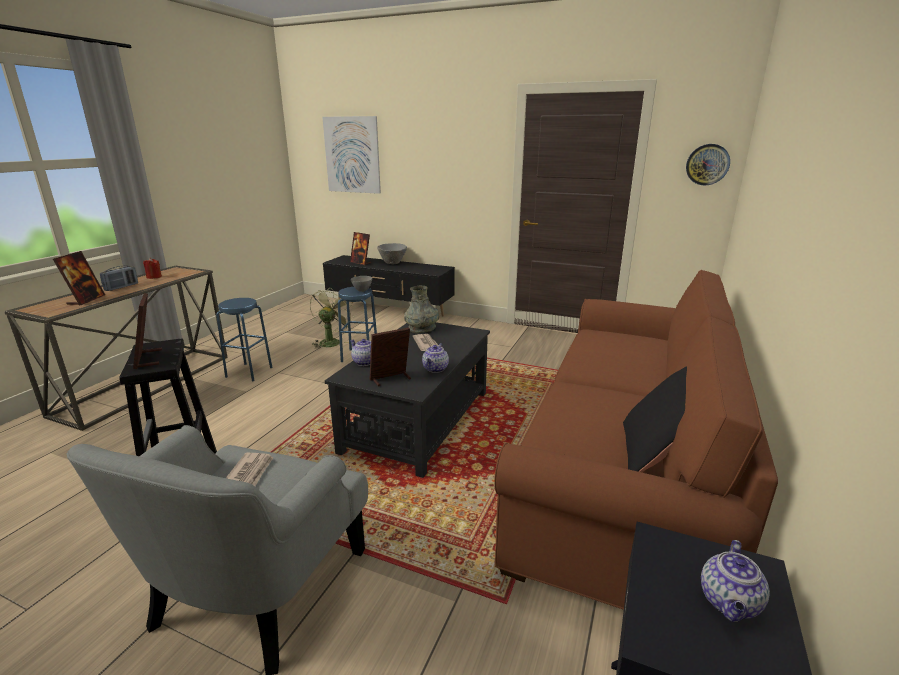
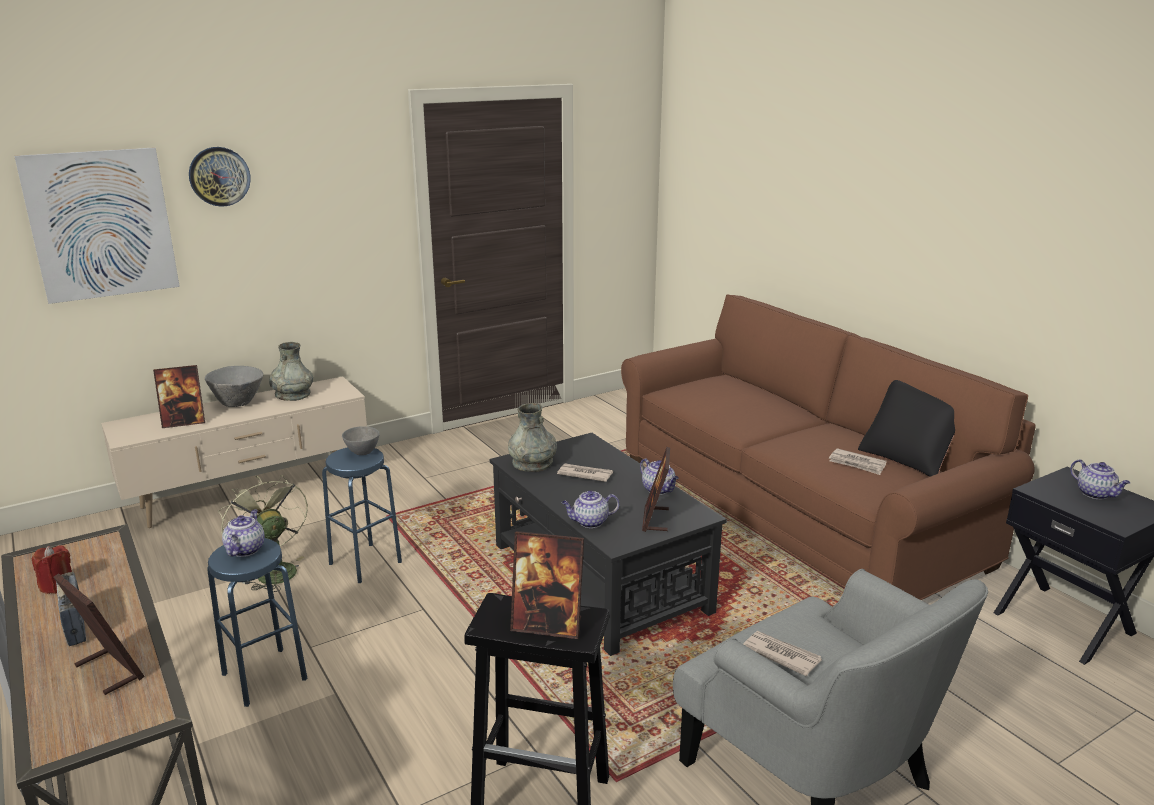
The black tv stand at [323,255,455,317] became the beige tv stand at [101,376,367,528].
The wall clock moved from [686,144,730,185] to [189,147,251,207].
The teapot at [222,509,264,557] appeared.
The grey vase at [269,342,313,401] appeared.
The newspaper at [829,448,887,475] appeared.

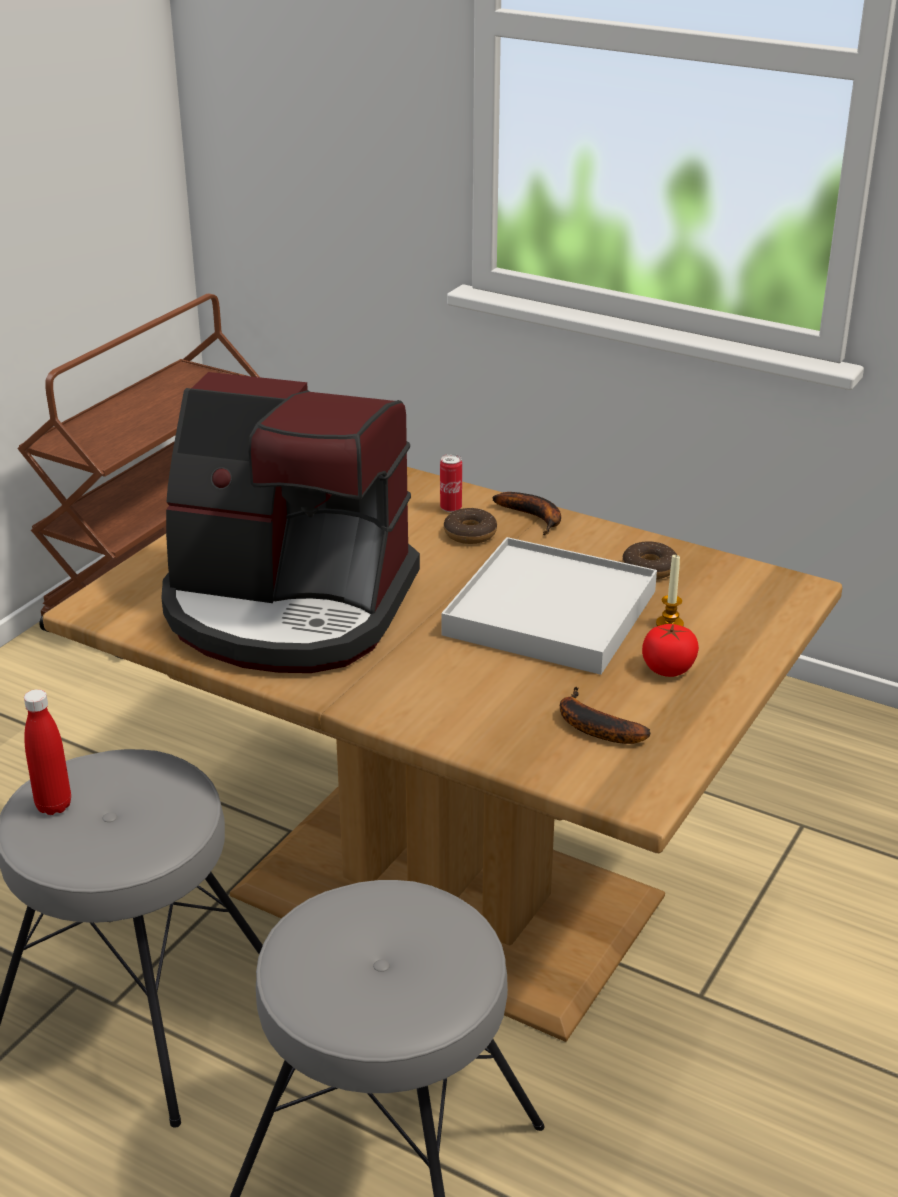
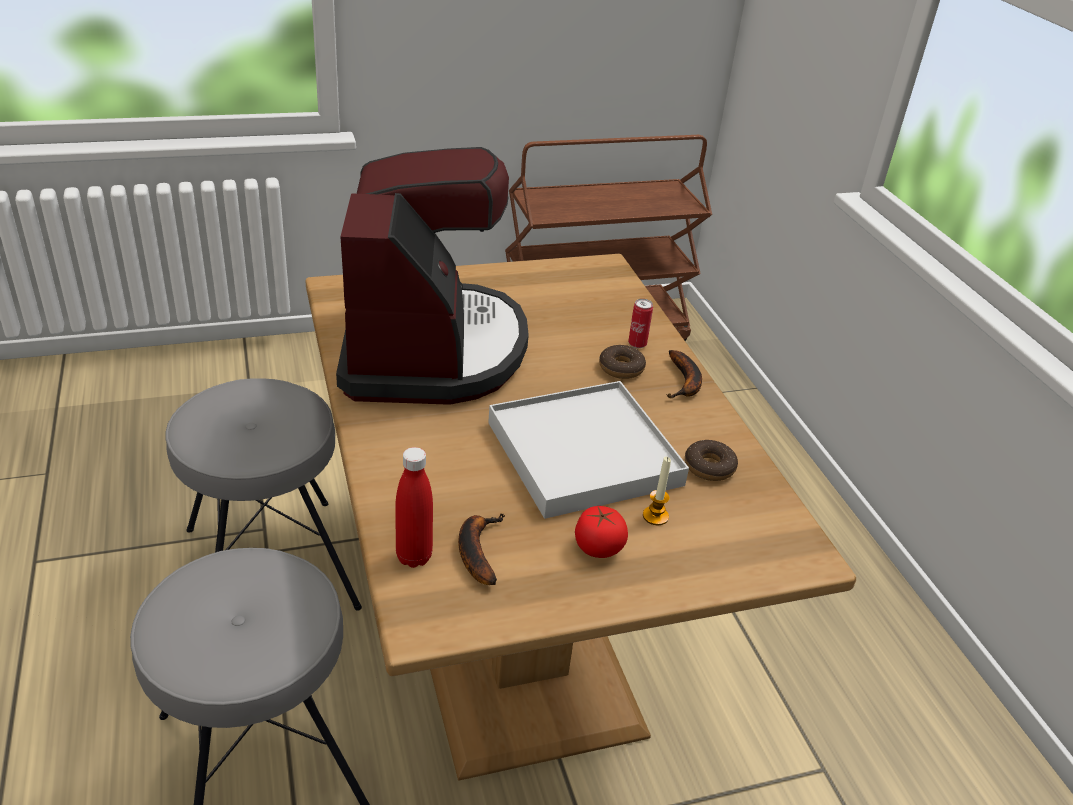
The red bottle moved from [24,689,71,815] to [396,447,433,568].
The coffee machine at [161,372,420,673] turned 150 degrees counterclockwise.

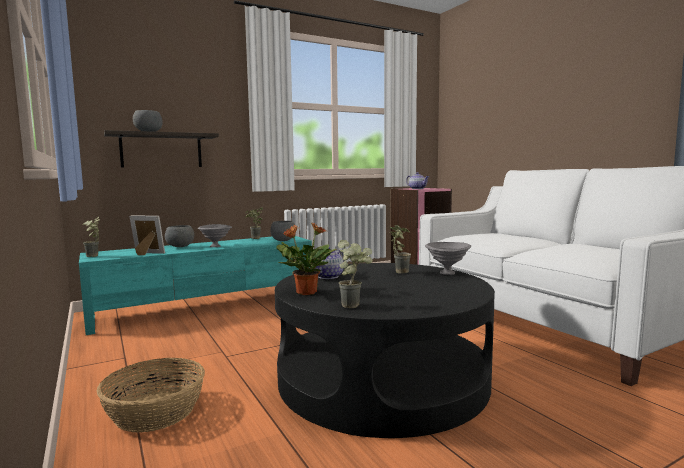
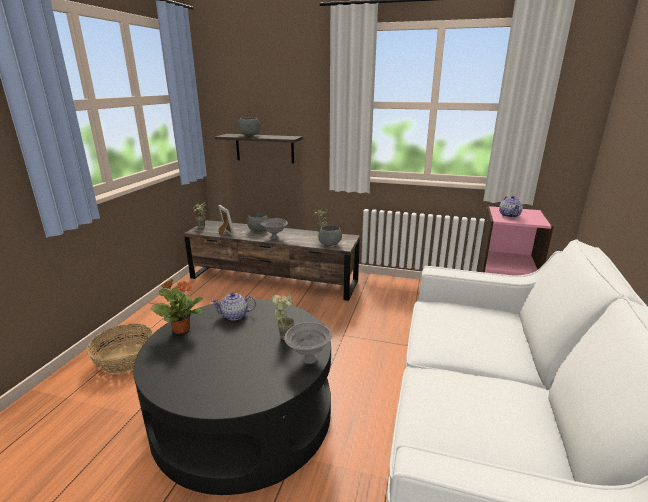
The turquoise tv stand at [79,236,312,335] became the brown tv stand at [184,220,360,301].
The potted plant at [338,240,373,308] disappeared.

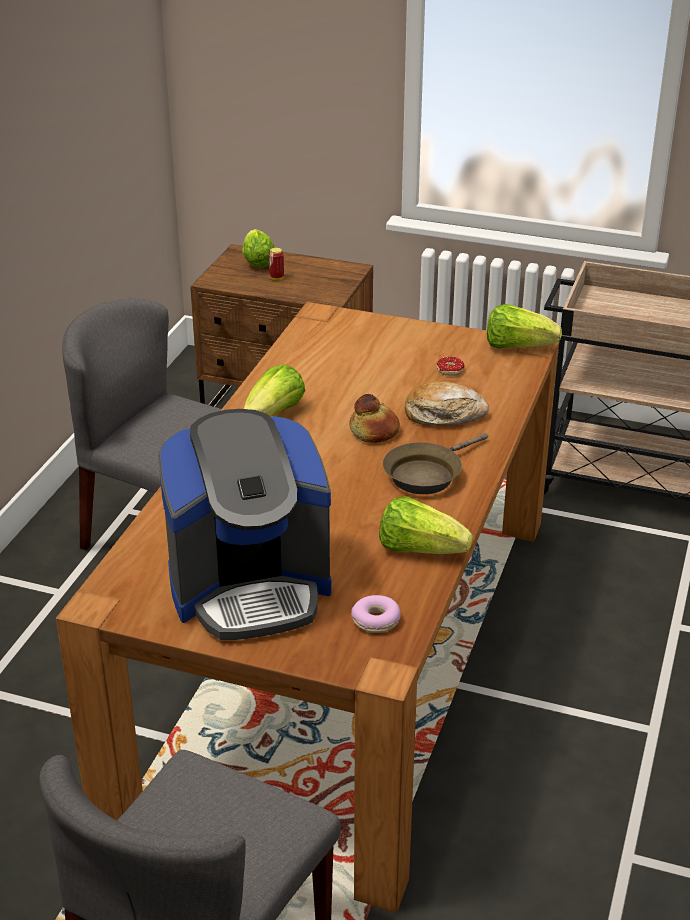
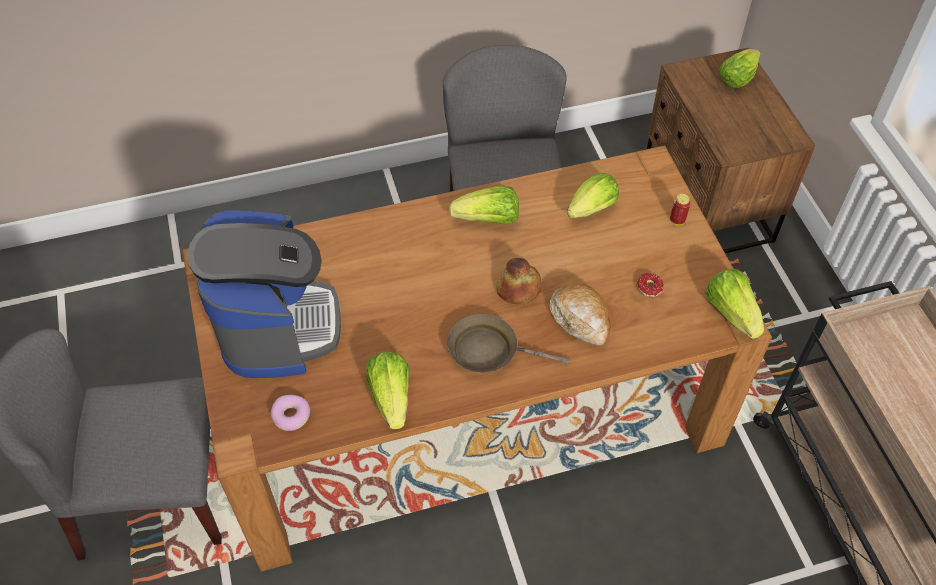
The coffee machine at [158,409,331,640] turned 135 degrees counterclockwise.
The can moved from [269,248,284,280] to [670,194,691,226].
The lettuce at [567,173,619,218] appeared.

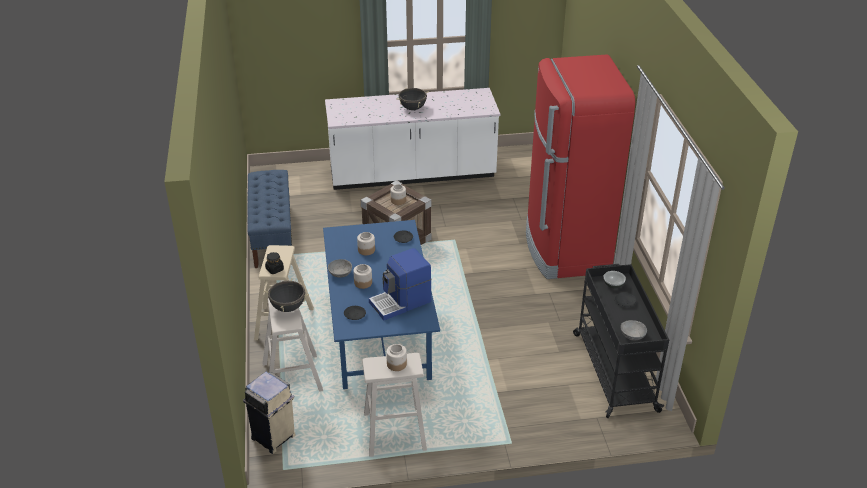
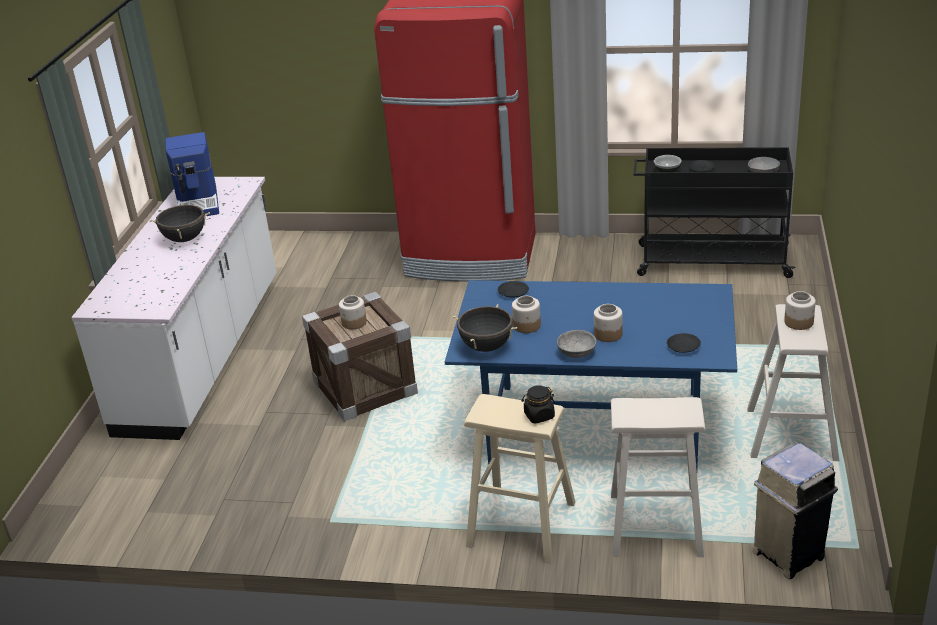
The blue bench at [247,170,292,268] disappeared.
The black cooking pot moved from [264,278,309,312] to [453,304,517,352].
The coffee machine moved from [369,248,431,320] to [165,132,219,216].

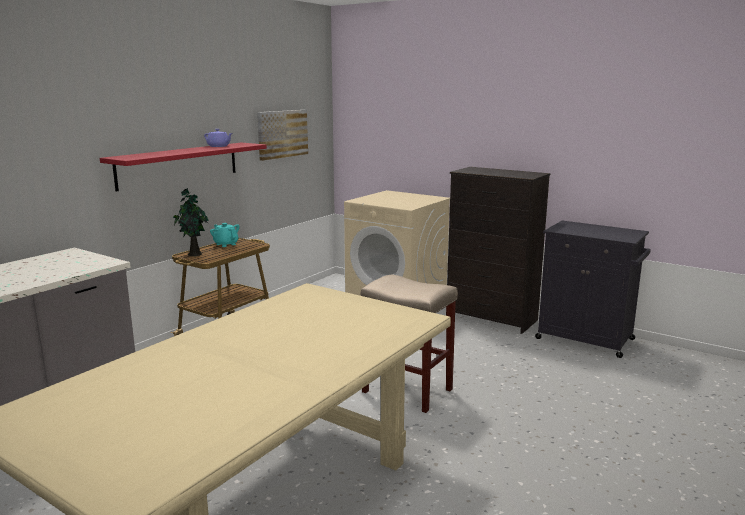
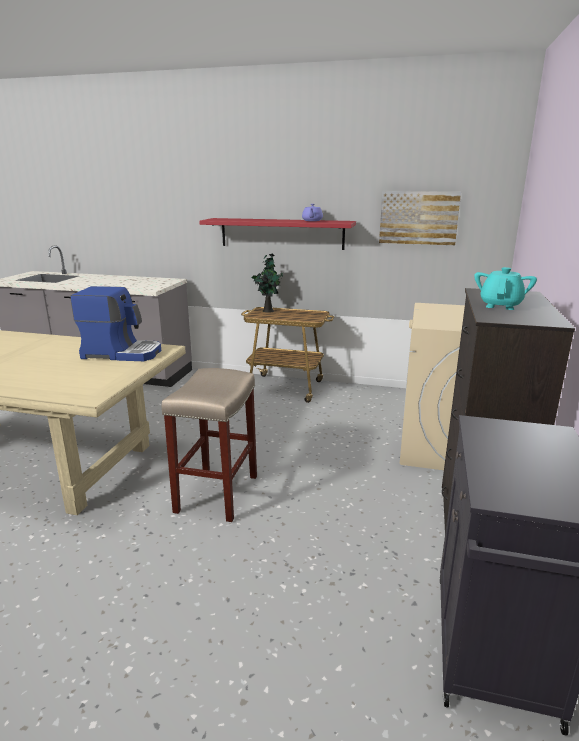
The turquoise teapot moved from [210,223,239,247] to [474,267,537,310].
The coffee machine at [70,286,161,361] appeared.

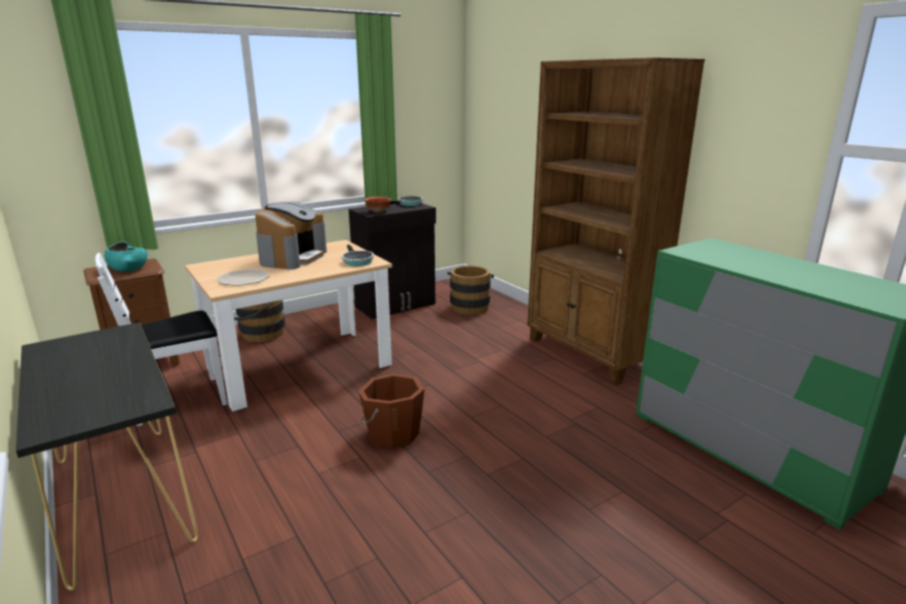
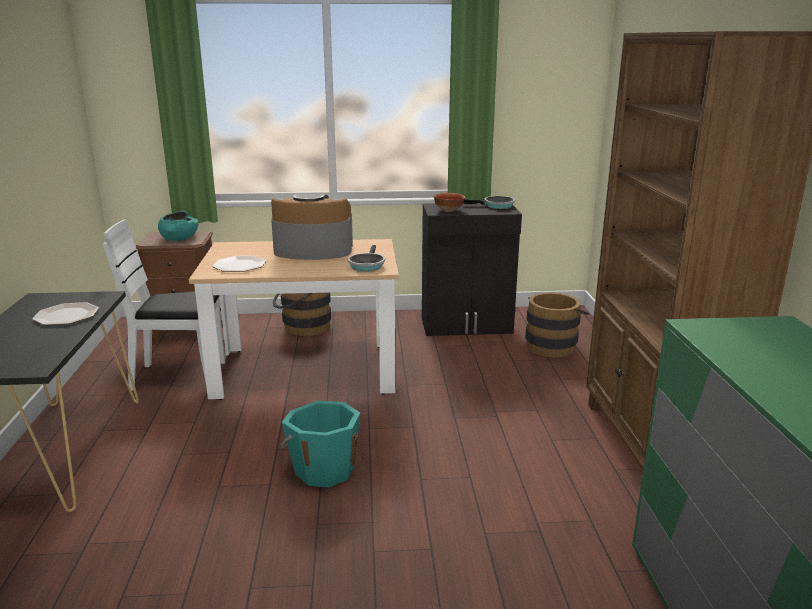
The coffee machine at [255,202,327,270] turned 135 degrees counterclockwise.
The brown bucket at [358,373,424,448] became the turquoise bucket at [280,401,360,488].
The plate at [32,302,99,325] appeared.

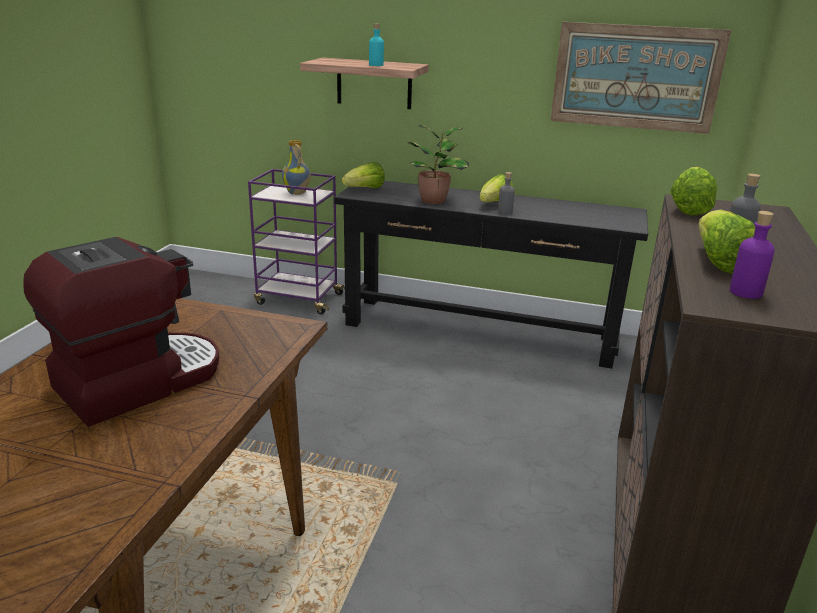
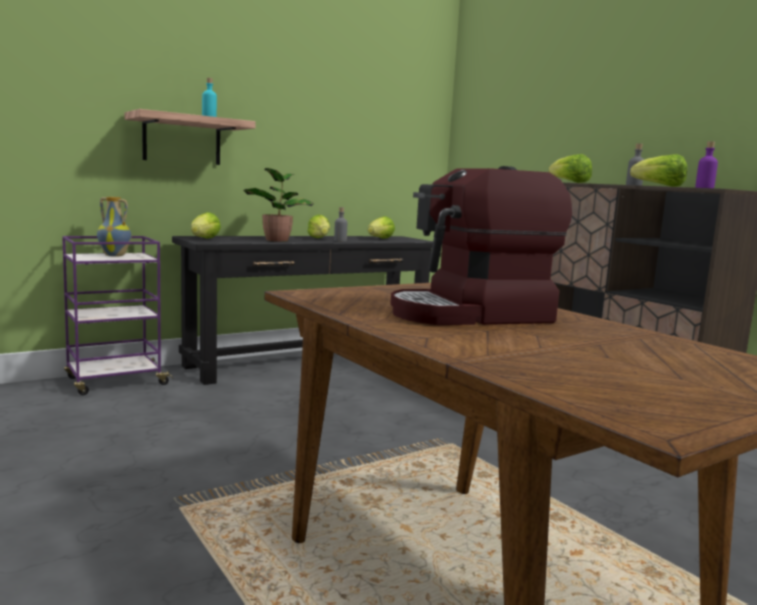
The coffee machine at [23,237,219,426] turned 105 degrees counterclockwise.
The picture at [550,22,731,134] disappeared.
The lettuce at [368,216,395,239] appeared.

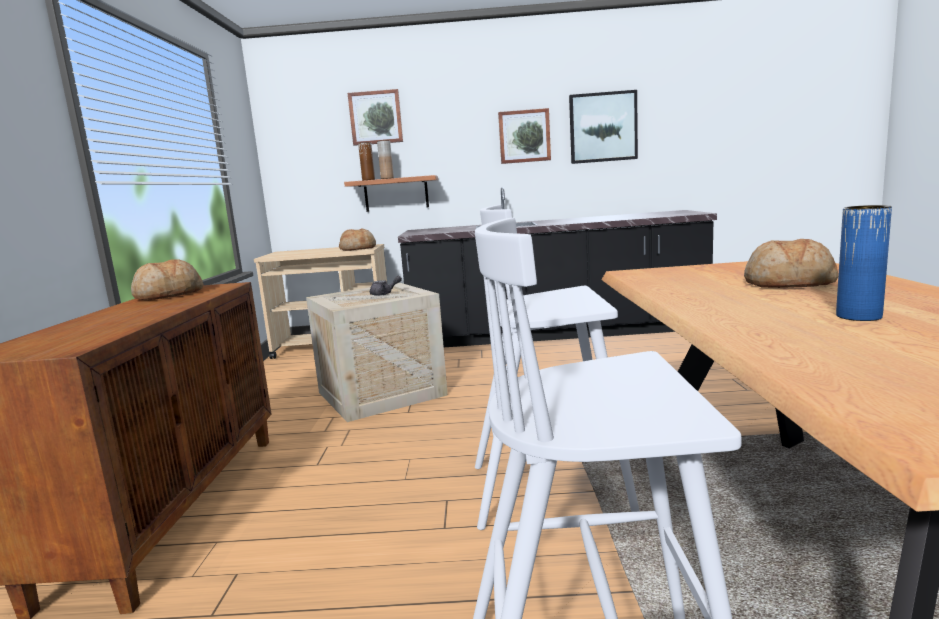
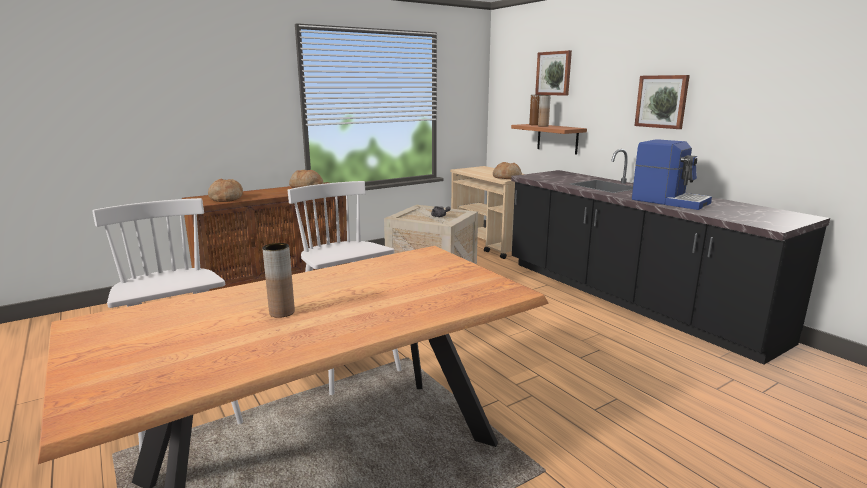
The picture at [569,90,638,164] disappeared.
The bread moved from [744,239,838,288] to [208,179,243,202].
The blue vase at [836,205,892,321] became the brown vase at [262,243,295,318].
The coffee machine at [632,139,712,210] appeared.

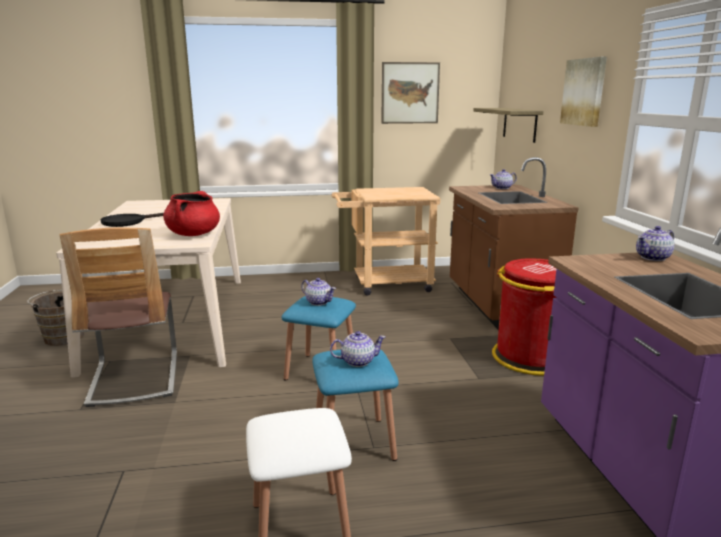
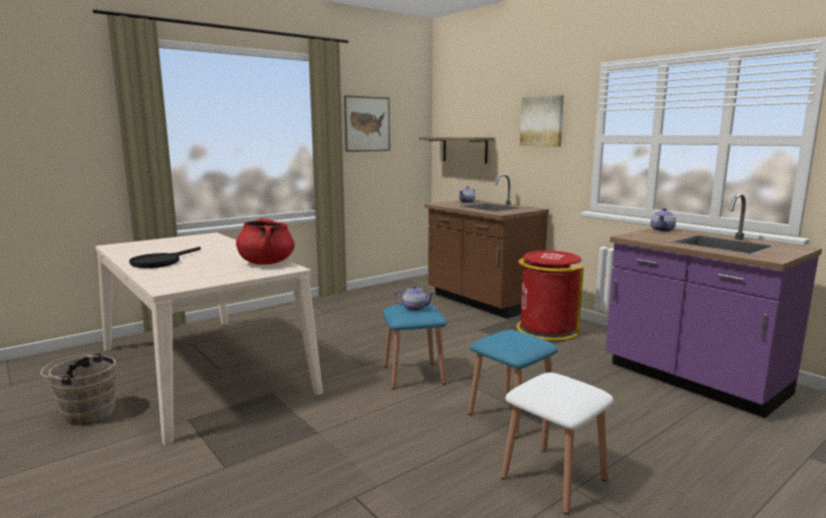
The chair at [60,228,177,407] disappeared.
The teapot at [330,331,386,367] disappeared.
The beige cart at [332,187,440,296] disappeared.

